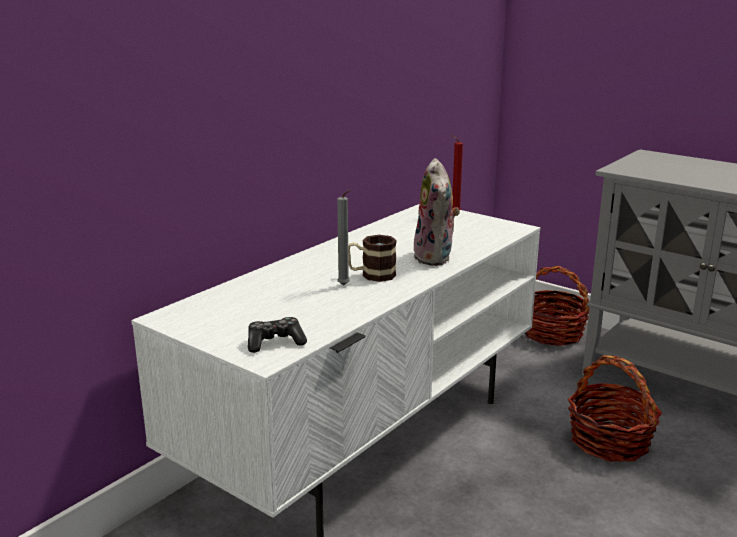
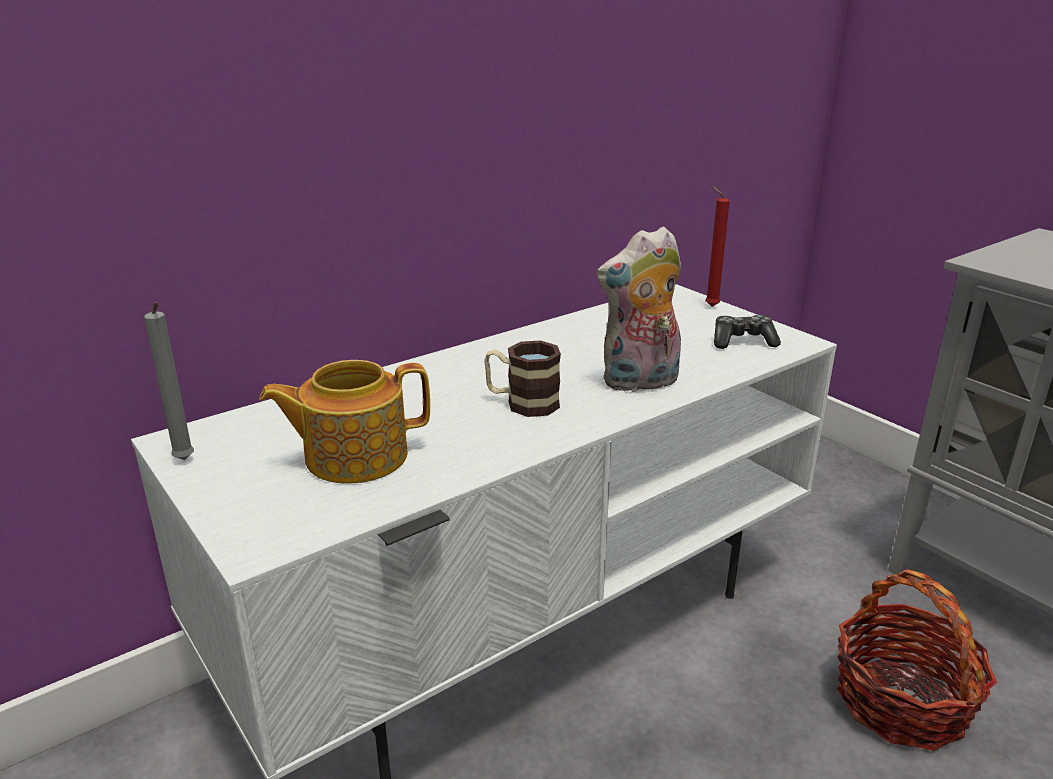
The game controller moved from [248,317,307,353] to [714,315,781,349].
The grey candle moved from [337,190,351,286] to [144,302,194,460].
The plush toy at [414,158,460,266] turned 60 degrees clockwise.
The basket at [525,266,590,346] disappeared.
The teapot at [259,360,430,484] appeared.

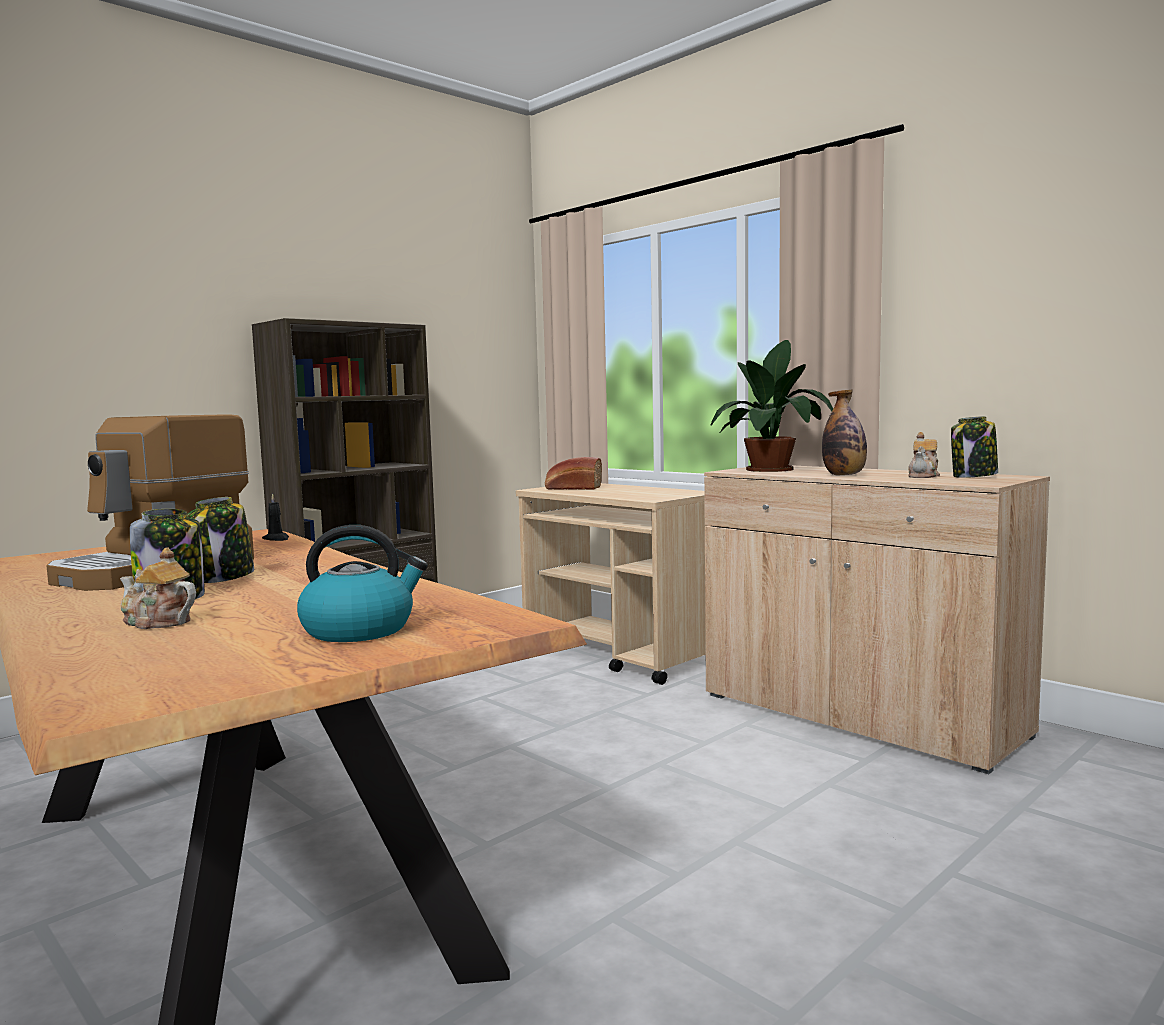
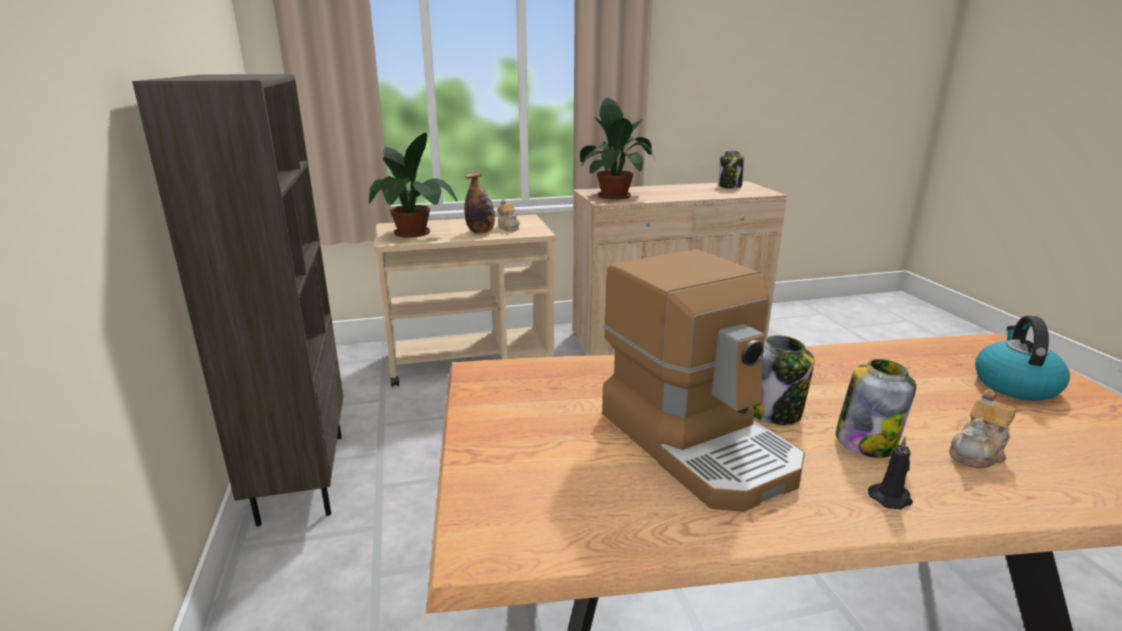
The black candle moved from [262,493,289,541] to [868,436,913,509].
The bread at [545,457,602,489] was replaced by the potted plant at [369,133,458,238].
The bottle moved from [822,390,867,475] to [464,172,495,234].
The teapot moved from [908,432,940,478] to [497,199,520,232].

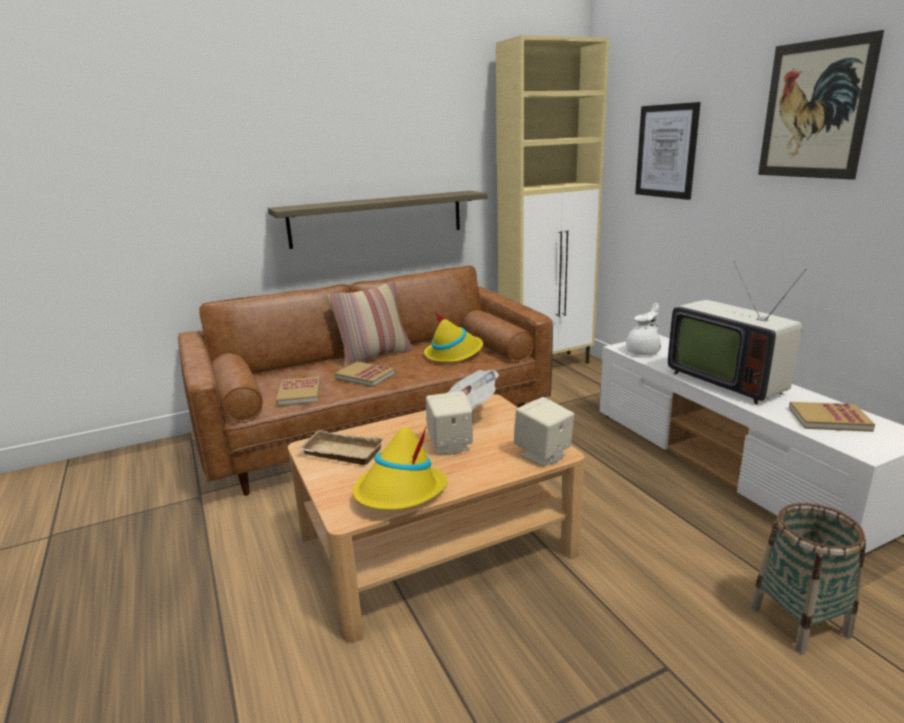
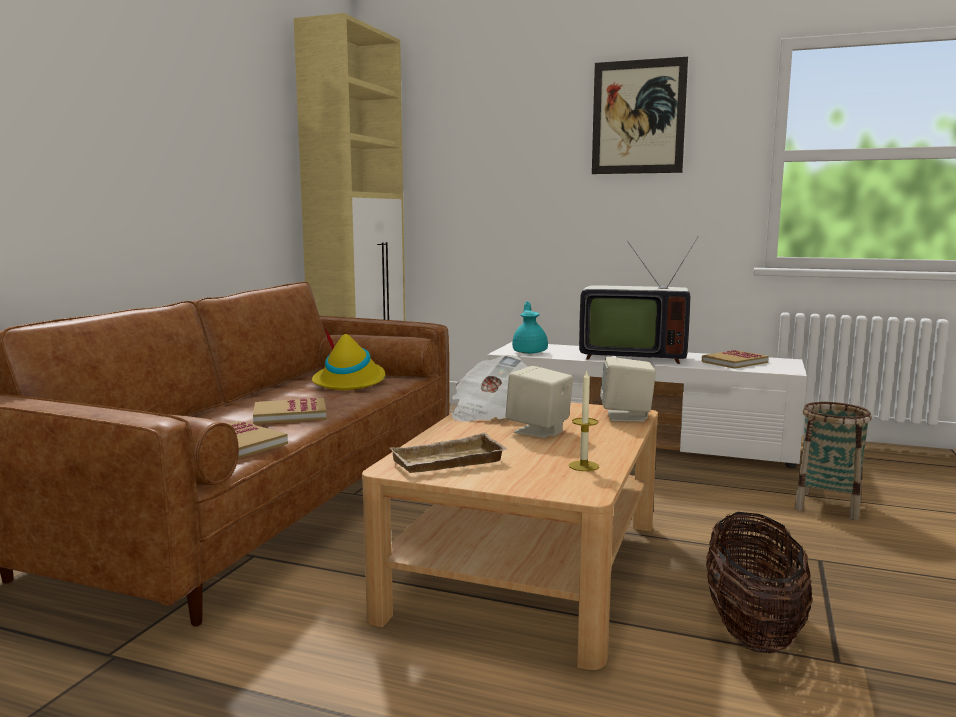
The shelf at [268,191,488,249] disappeared.
The pillow at [327,281,412,367] disappeared.
The yellow hat at [353,426,448,510] was replaced by the candle at [569,369,599,471].
The white teapot at [626,303,661,355] became the turquoise teapot at [512,301,548,354].
The picture at [635,102,701,200] disappeared.
The basket at [706,512,813,653] appeared.

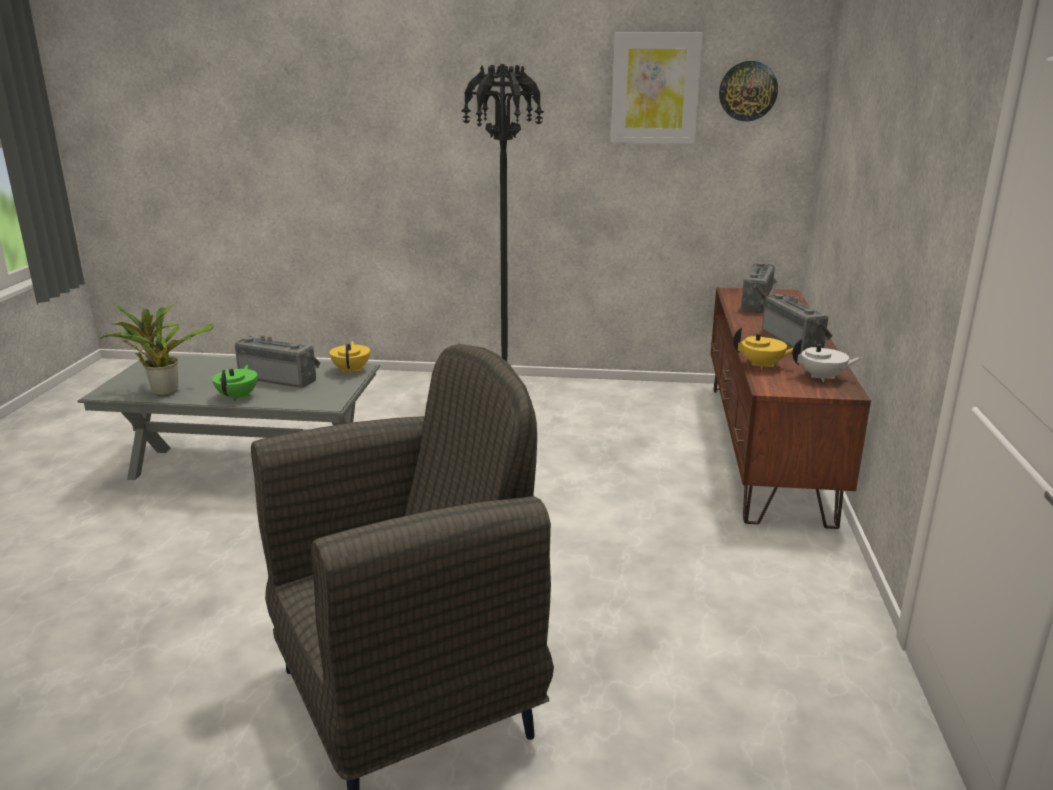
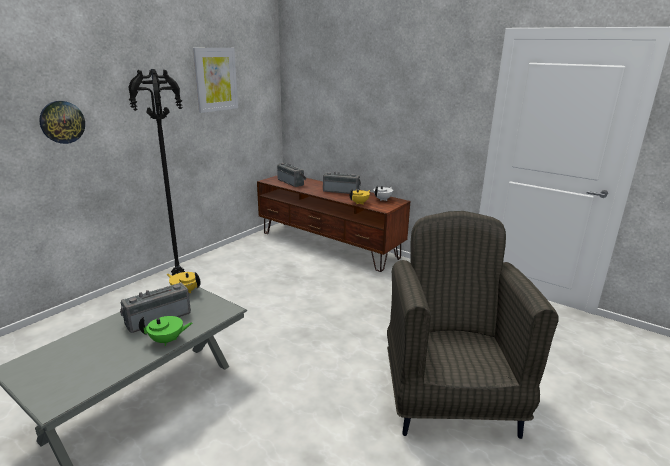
The potted plant at [99,302,214,396] disappeared.
The green teapot at [212,365,258,401] turned 135 degrees clockwise.
The wall clock moved from [719,61,778,121] to [39,101,85,144].

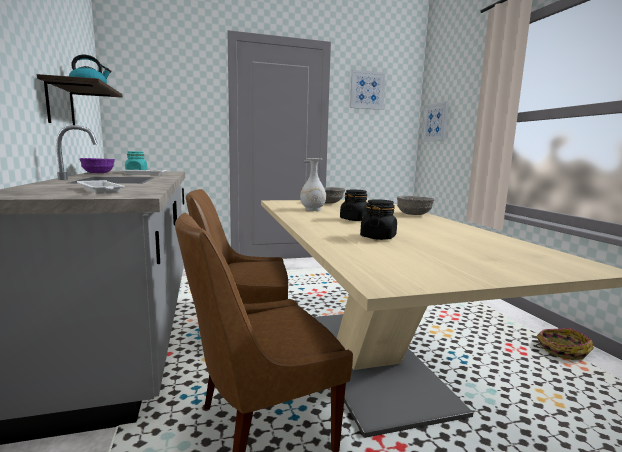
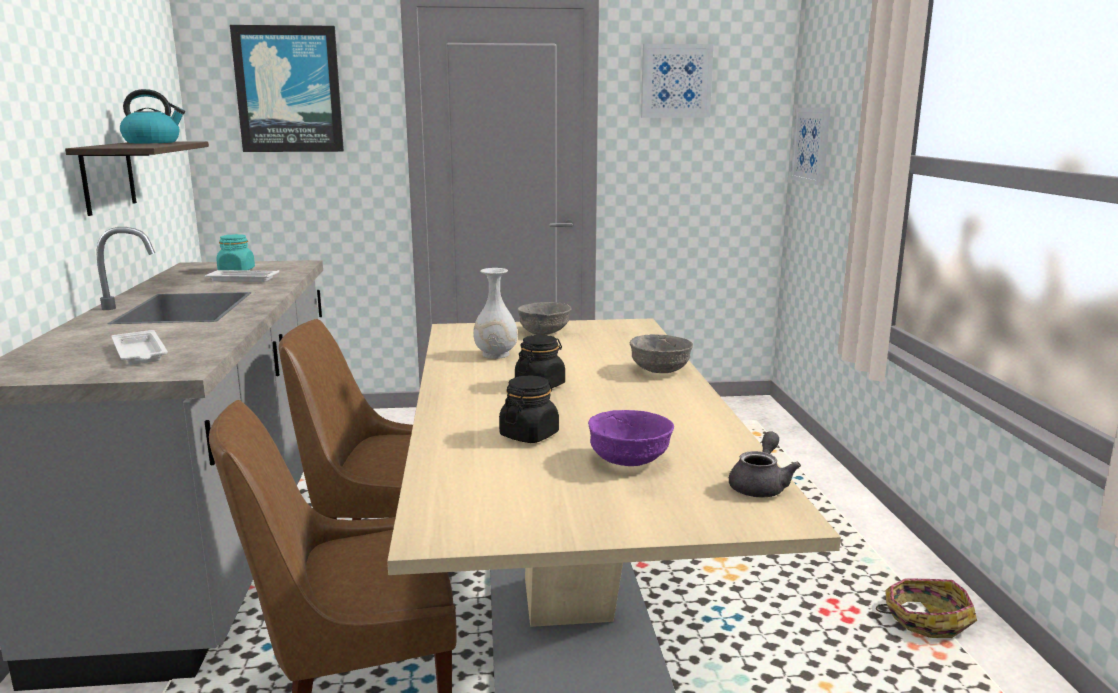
The purple bowl moved from [80,158,115,173] to [588,410,674,466].
The picture at [230,25,344,152] appeared.
The grey teapot at [729,431,801,497] appeared.

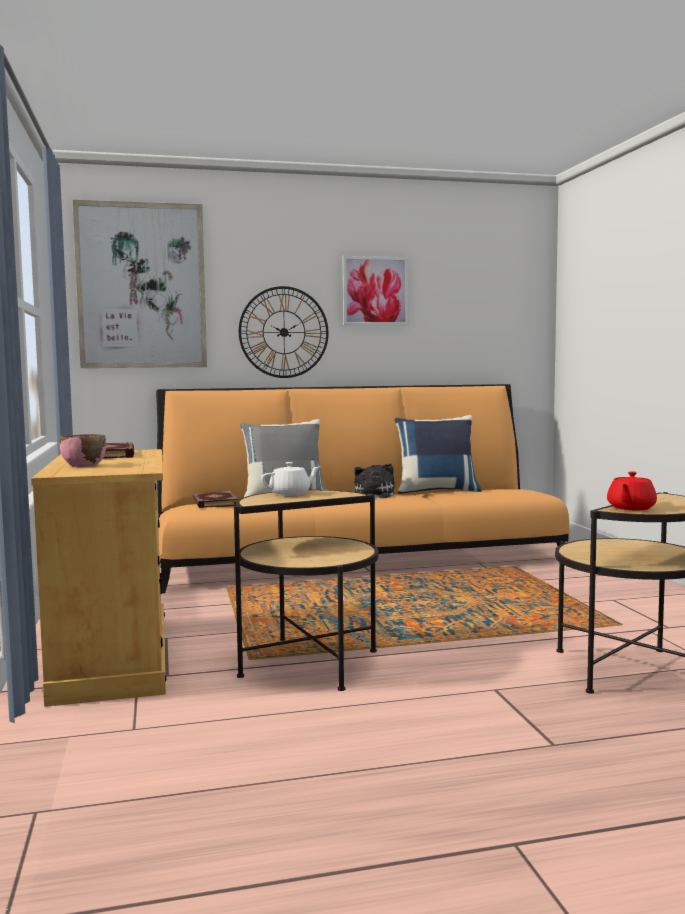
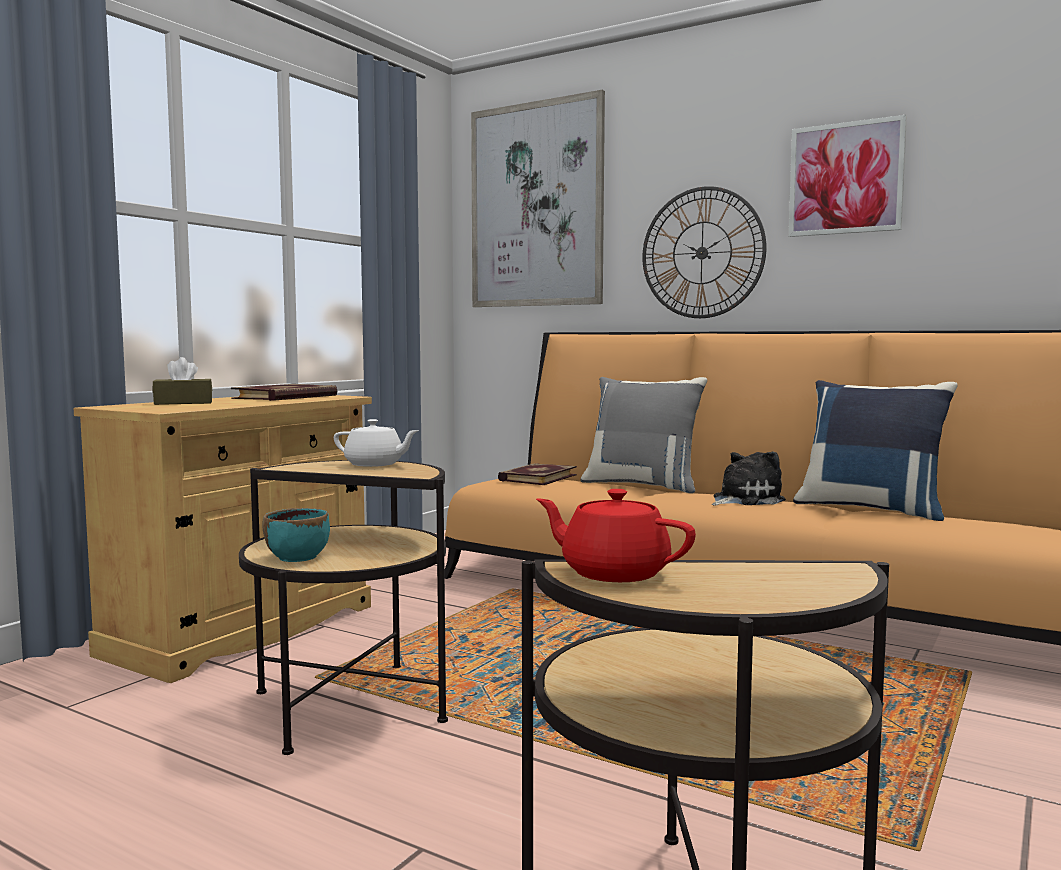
The pink bowl at [60,434,106,467] was replaced by the brown tissue box at [153,357,212,405].
The red teapot at [607,471,657,510] turned 45 degrees clockwise.
The turquoise bowl at [263,508,330,562] appeared.

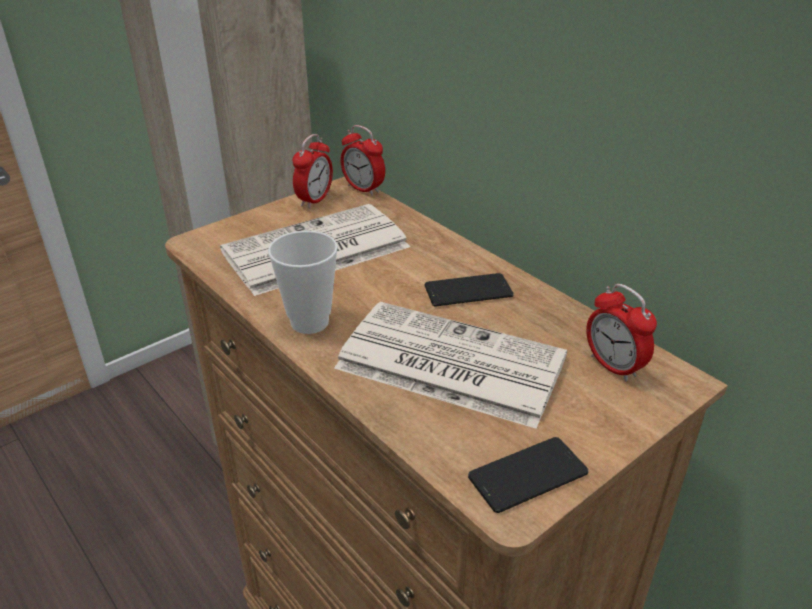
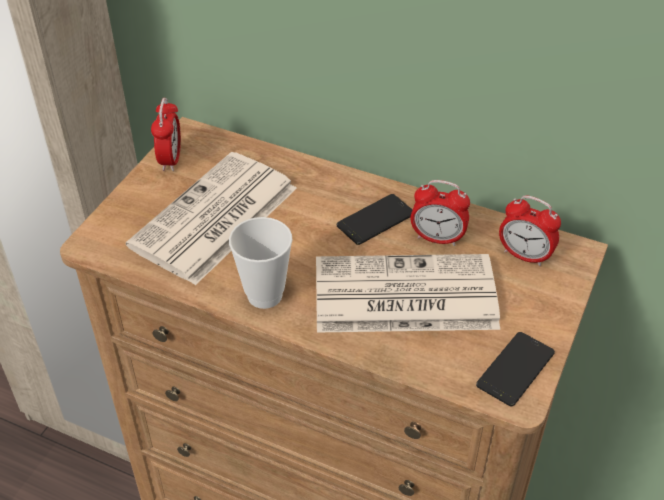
The alarm clock moved from [341,125,385,196] to [411,180,470,246].

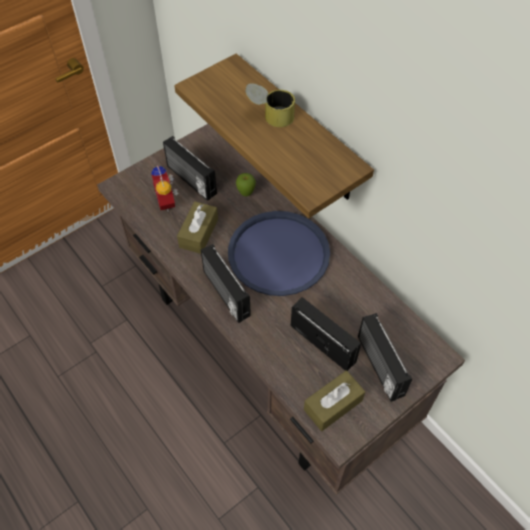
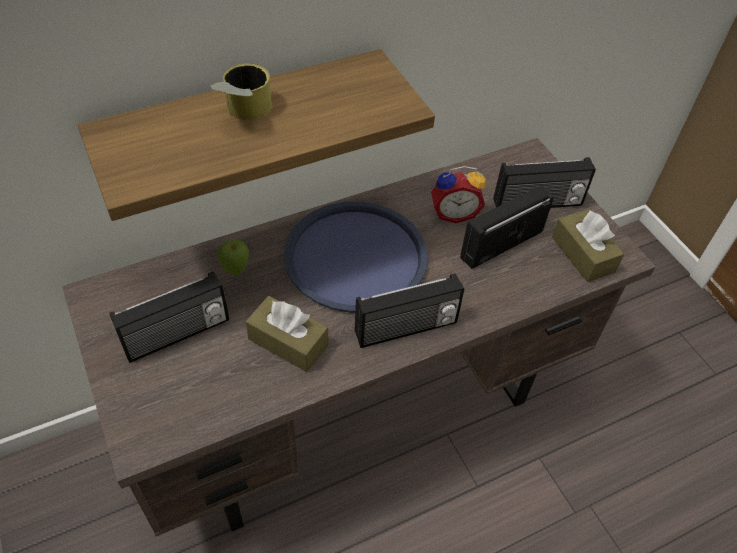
The alarm clock moved from [151,165,178,212] to [431,166,486,223].

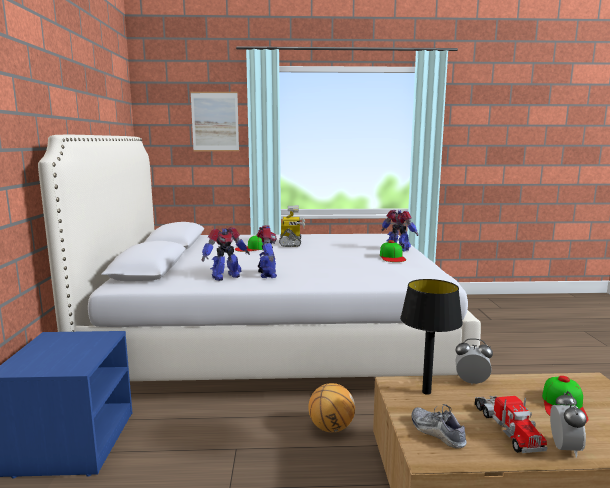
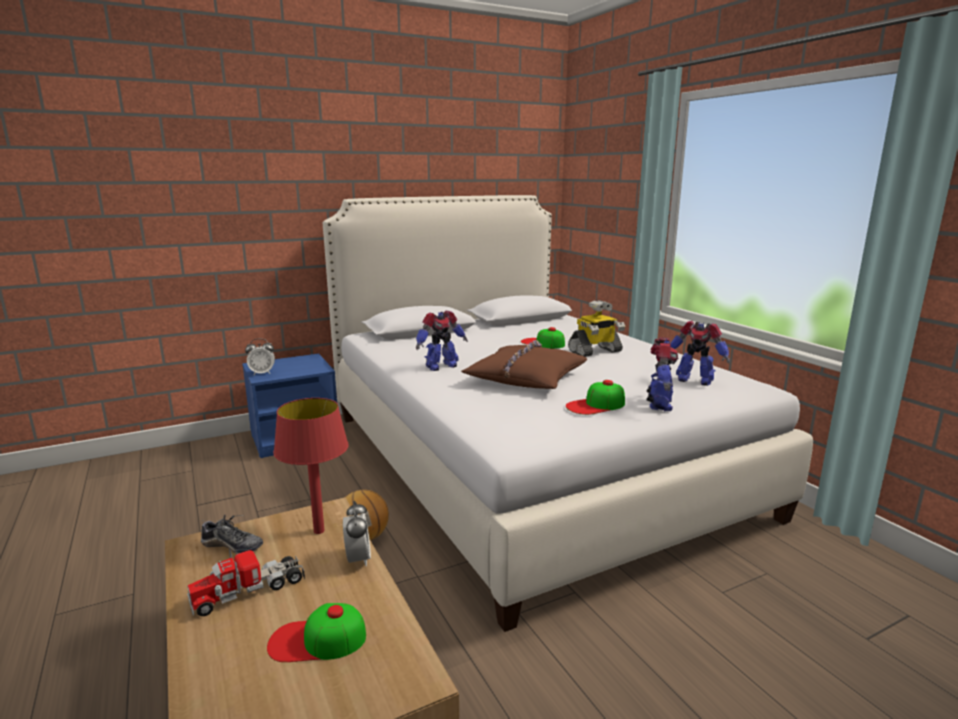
The picture at [191,92,239,151] disappeared.
The toy robot moved from [202,227,250,281] to [670,321,730,386].
The black table lamp at [400,279,463,395] became the red table lamp at [273,398,349,534].
The shoe at [411,404,467,449] turned 75 degrees clockwise.
The alarm clock moved from [550,391,587,457] to [245,338,275,375].
The brown pillow at [461,340,587,389] appeared.

